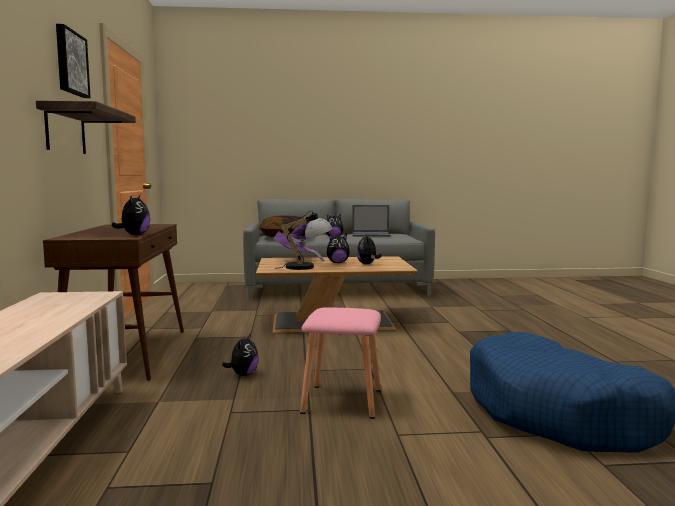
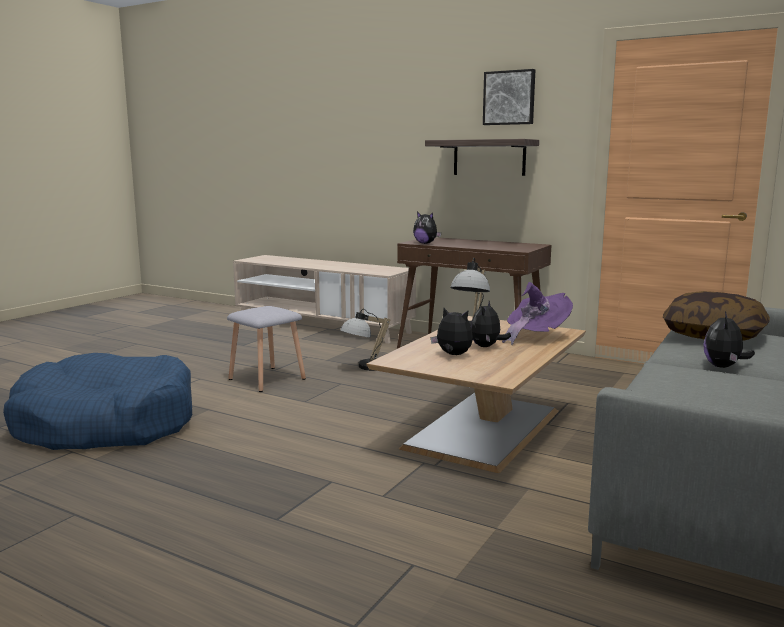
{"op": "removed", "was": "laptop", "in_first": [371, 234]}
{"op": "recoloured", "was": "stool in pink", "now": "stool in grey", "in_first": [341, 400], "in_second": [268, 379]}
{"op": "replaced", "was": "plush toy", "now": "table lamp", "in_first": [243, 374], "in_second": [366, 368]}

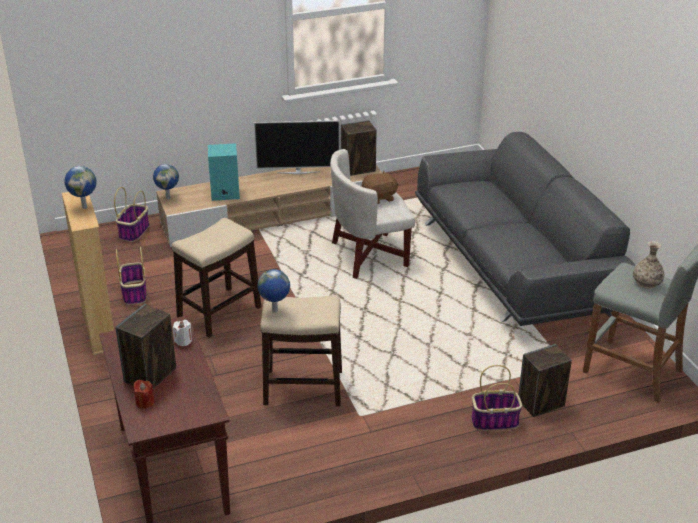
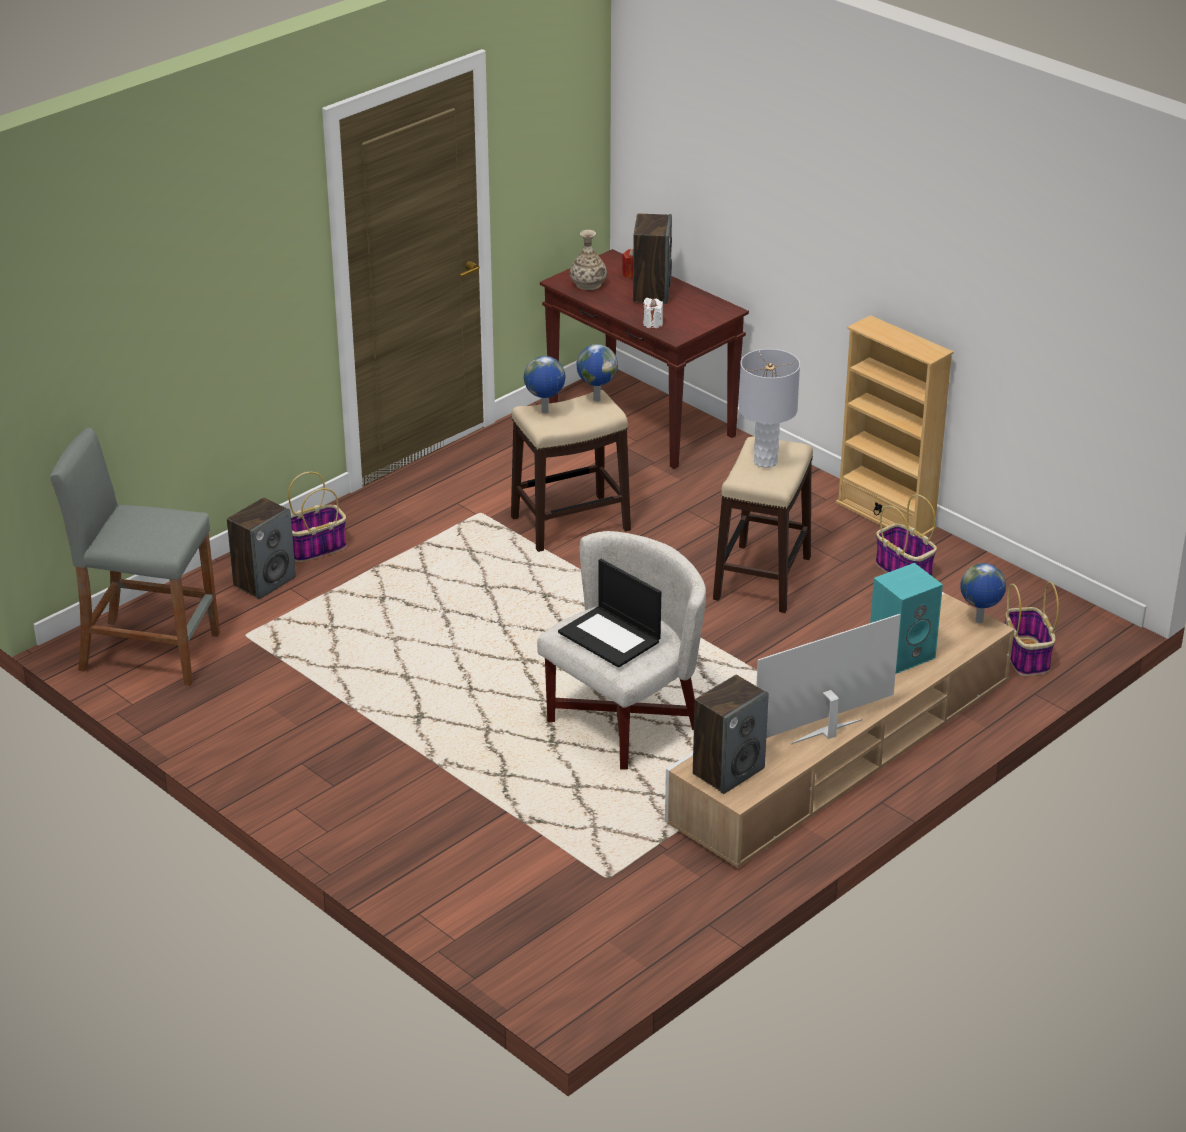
{"op": "removed", "was": "sofa in grey", "in_first": [513, 266]}
{"op": "moved", "was": "globe", "in_first": [84, 207], "in_second": [545, 412]}
{"op": "replaced", "was": "plush toy in brown", "now": "laptop", "in_first": [379, 198], "in_second": [611, 637]}
{"op": "moved", "was": "vase", "in_first": [646, 282], "in_second": [588, 284]}
{"op": "added", "now": "table lamp in grey", "in_second": [766, 461]}

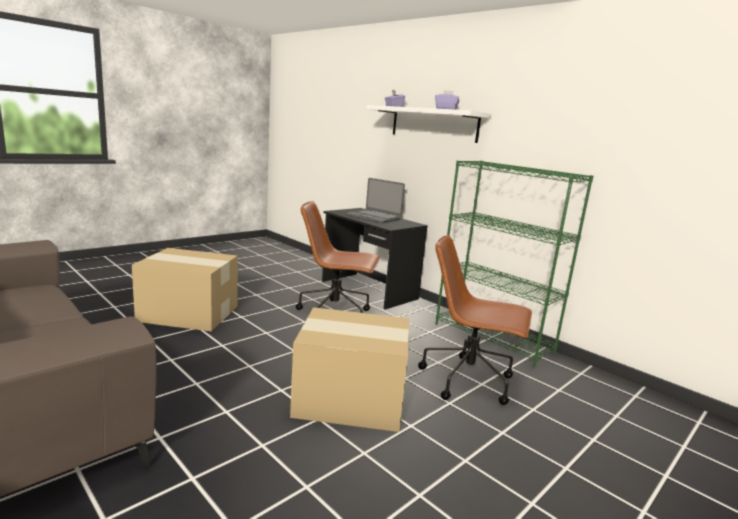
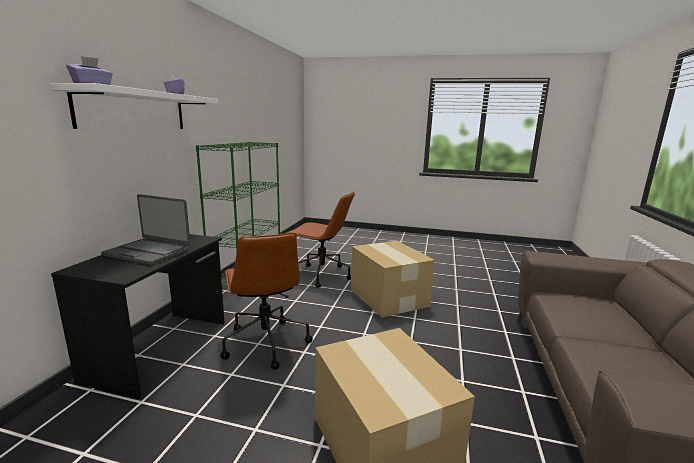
{"op": "turned", "was": "laptop", "in_first": [374, 217], "in_second": [148, 252], "clockwise": 105}
{"op": "turned", "was": "office chair in brown", "in_first": [469, 380], "in_second": [321, 275], "clockwise": -60}

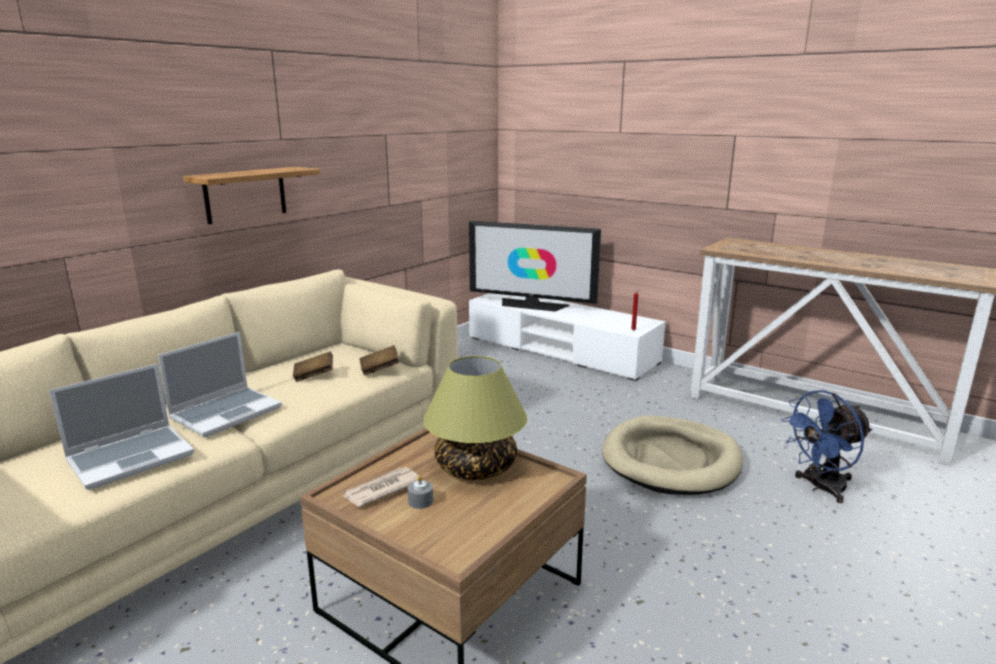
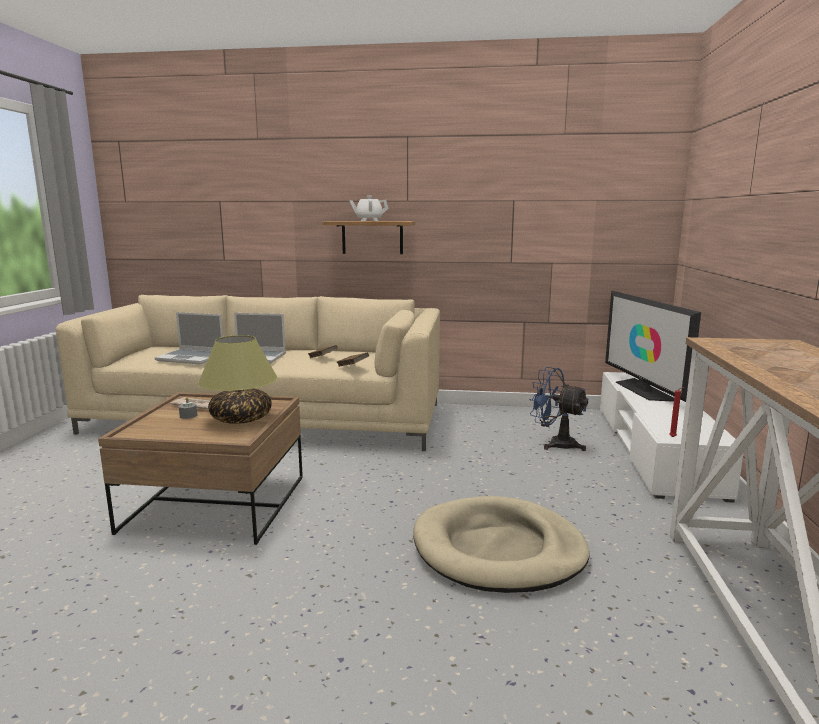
{"op": "moved", "was": "fan in blue", "in_first": [820, 488], "in_second": [555, 443]}
{"op": "added", "now": "teapot in white", "in_second": [369, 220]}

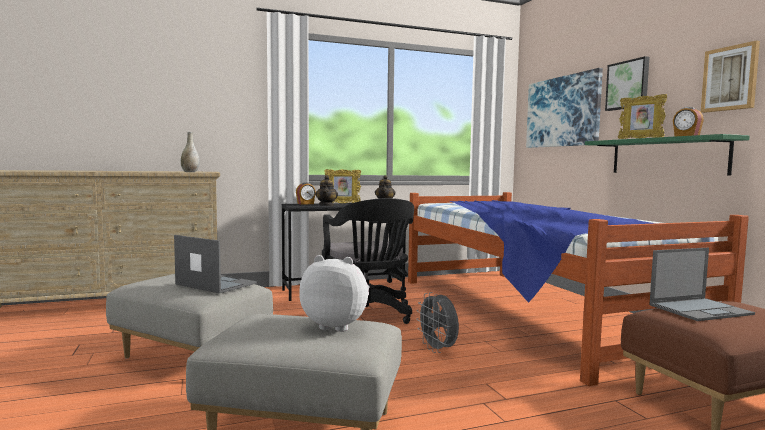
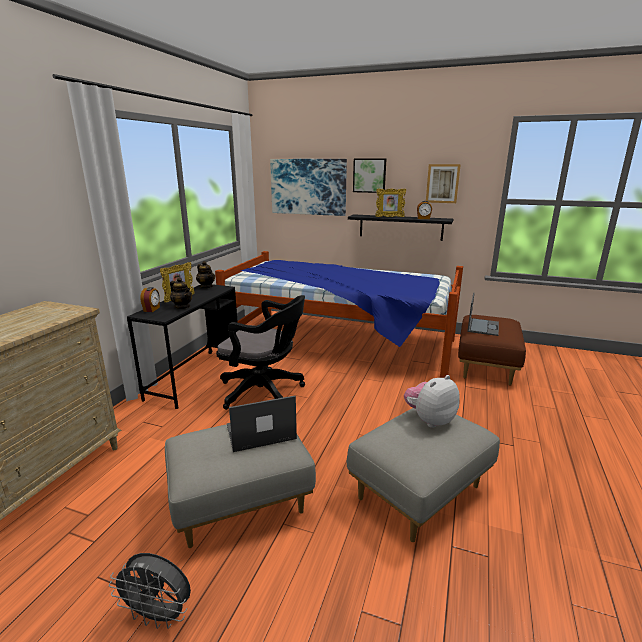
{"op": "removed", "was": "vase in grey", "in_first": [190, 172]}
{"op": "recoloured", "was": "shelf in green", "now": "shelf in black", "in_first": [666, 156], "in_second": [400, 227]}
{"op": "moved", "was": "fan in grey", "in_first": [438, 350], "in_second": [159, 615]}

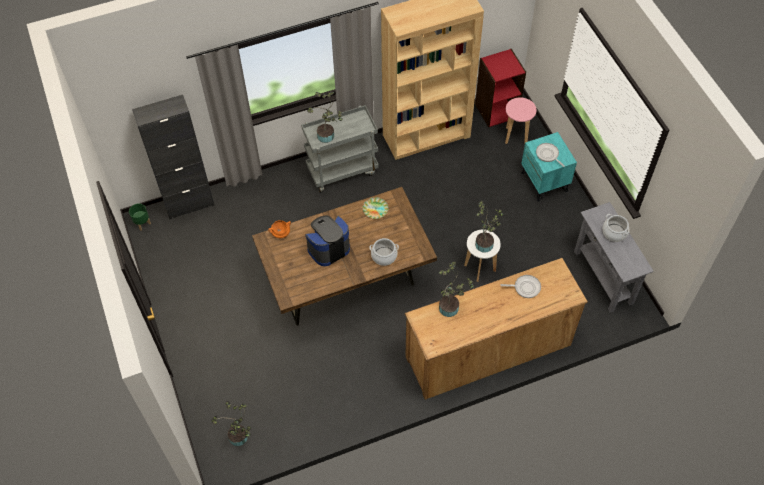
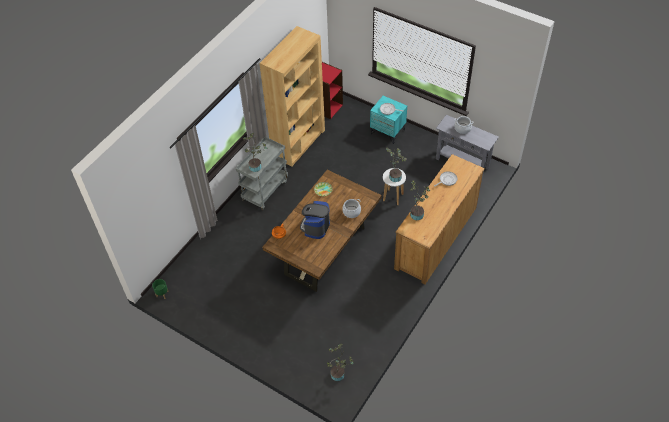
{"op": "removed", "was": "cabinet in black", "in_first": [189, 204]}
{"op": "removed", "was": "stool in pink", "in_first": [516, 136]}

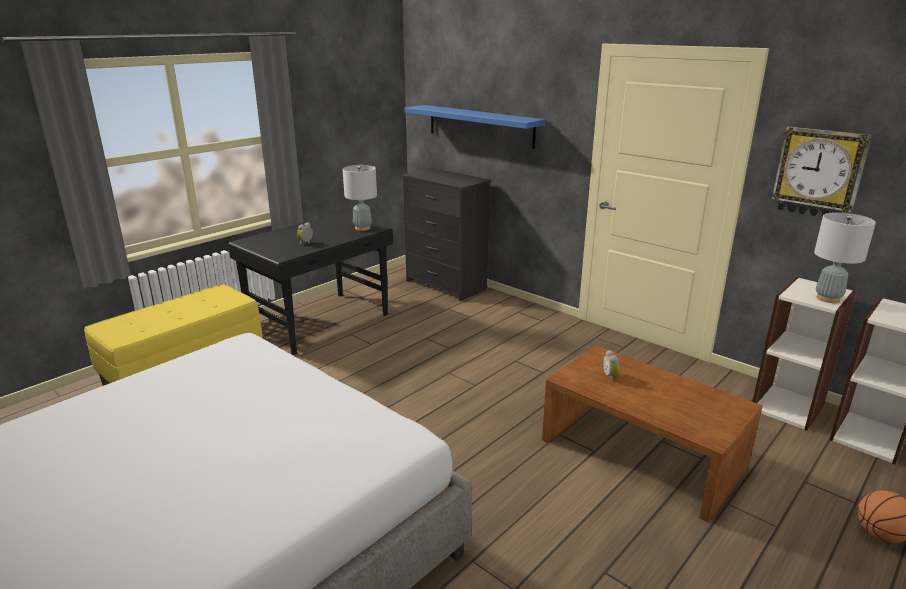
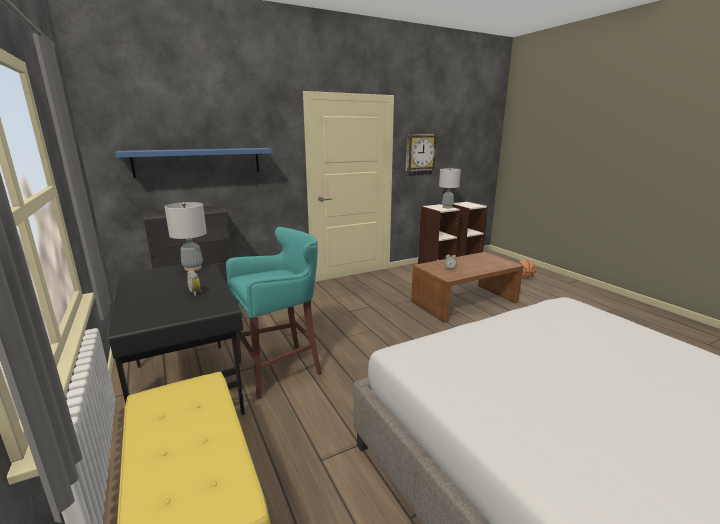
{"op": "added", "now": "stool in turquoise", "in_second": [281, 368]}

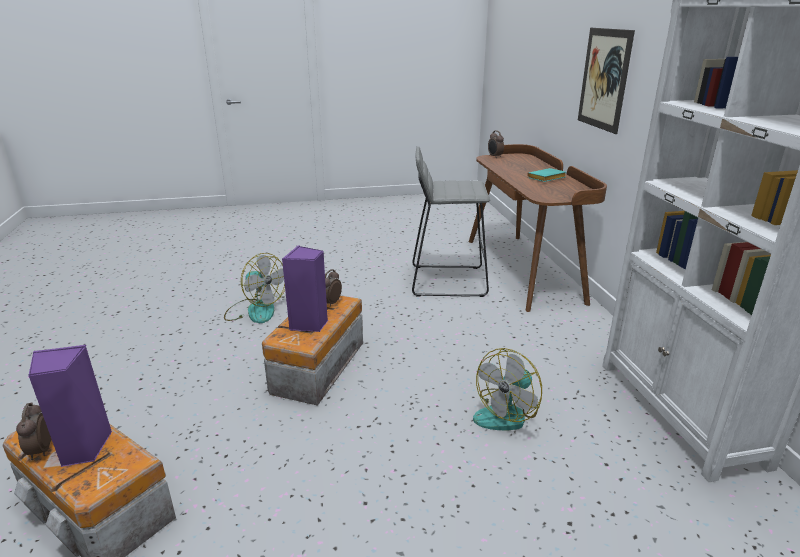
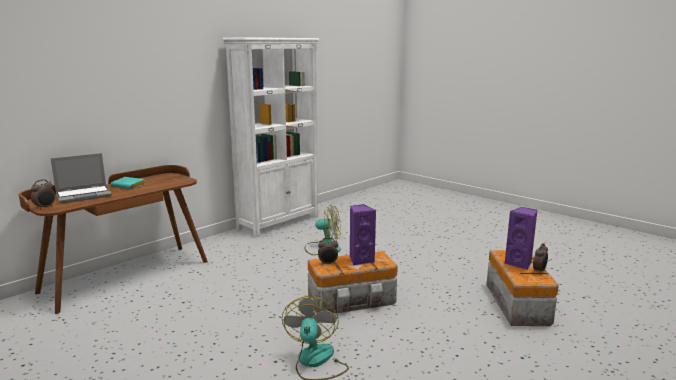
{"op": "removed", "was": "picture", "in_first": [604, 79]}
{"op": "removed", "was": "stool in grey", "in_first": [447, 280]}
{"op": "added", "now": "laptop", "in_second": [84, 195]}

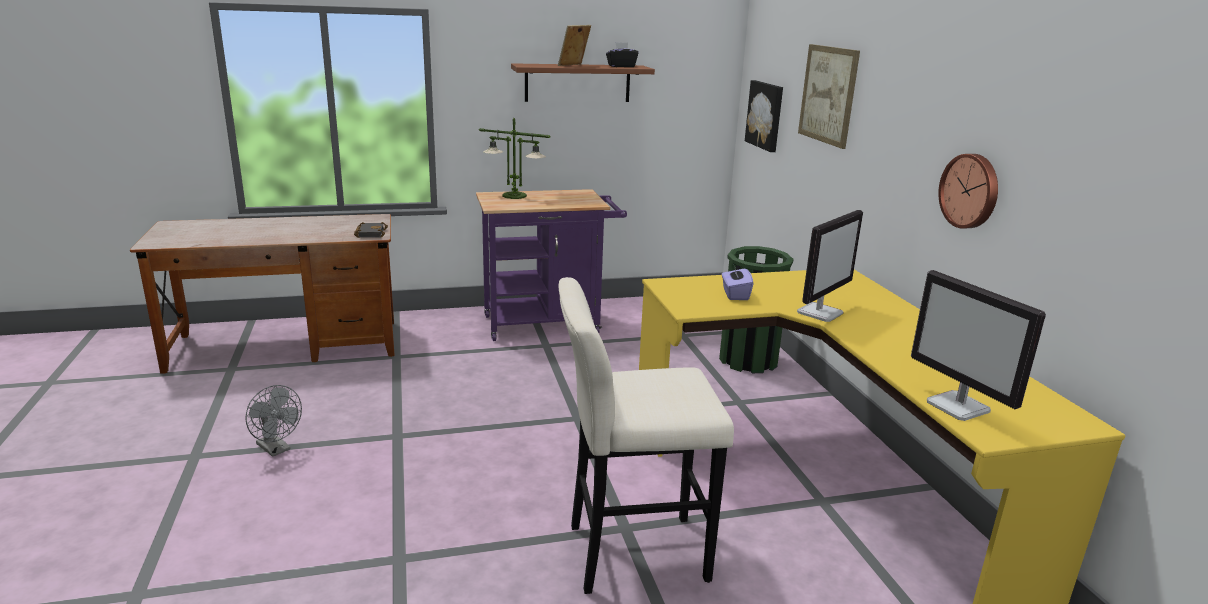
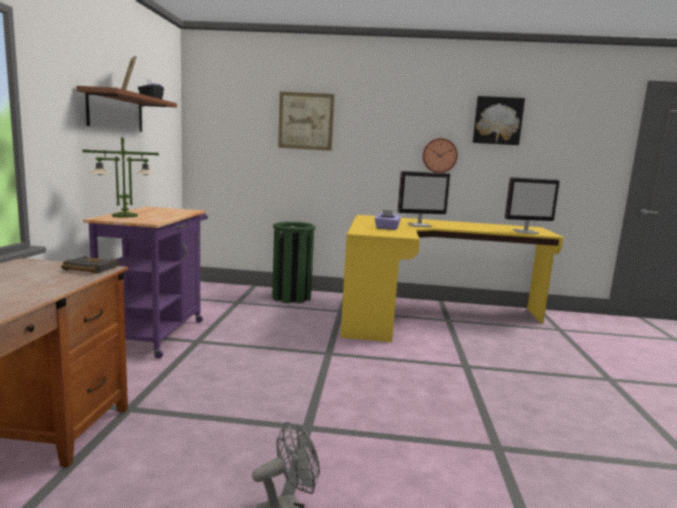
{"op": "moved", "was": "picture", "in_first": [766, 115], "in_second": [497, 121]}
{"op": "turned", "was": "monitor", "in_first": [820, 313], "in_second": [419, 225], "clockwise": 105}
{"op": "removed", "was": "stool in beige", "in_first": [629, 553]}

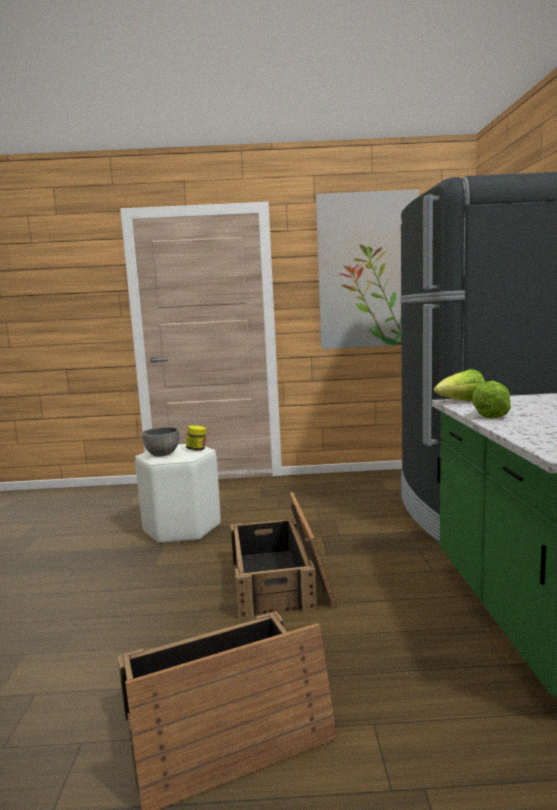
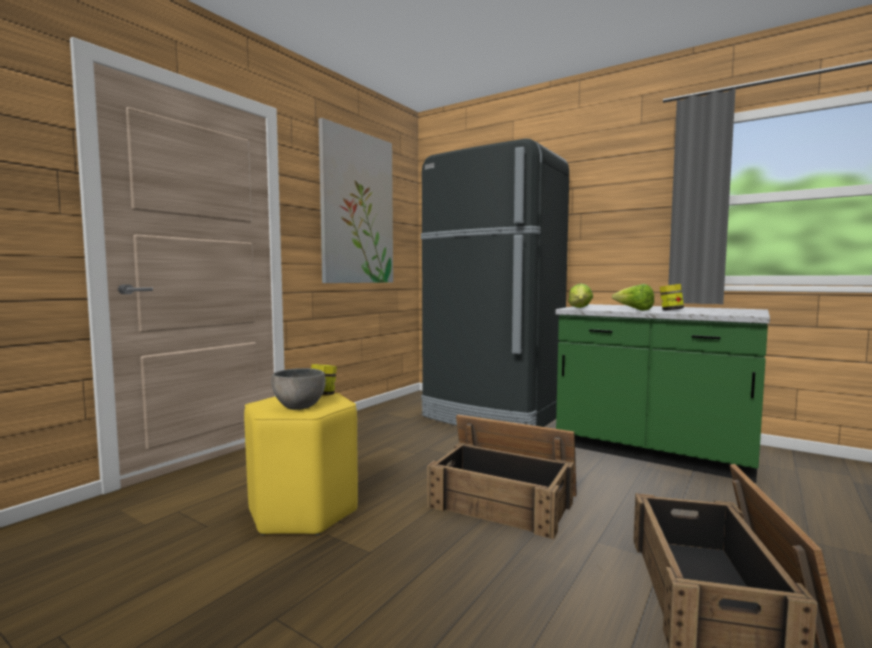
{"op": "recoloured", "was": "stool in white", "now": "stool in yellow", "in_first": [181, 528], "in_second": [303, 512]}
{"op": "added", "now": "jar", "in_second": [670, 310]}

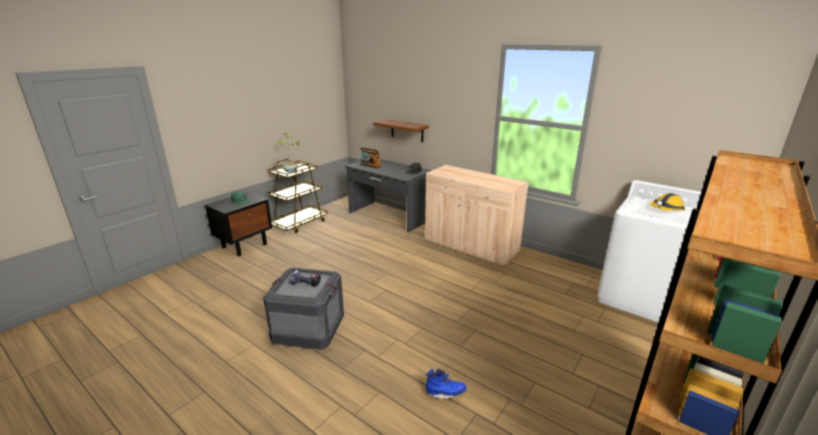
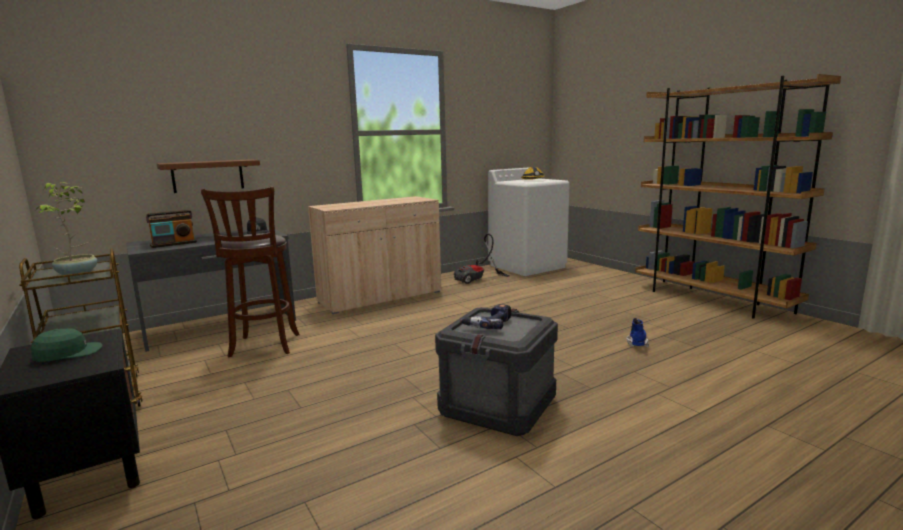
{"op": "added", "now": "stool in brown", "in_second": [264, 347]}
{"op": "added", "now": "vacuum cleaner", "in_second": [478, 280]}

